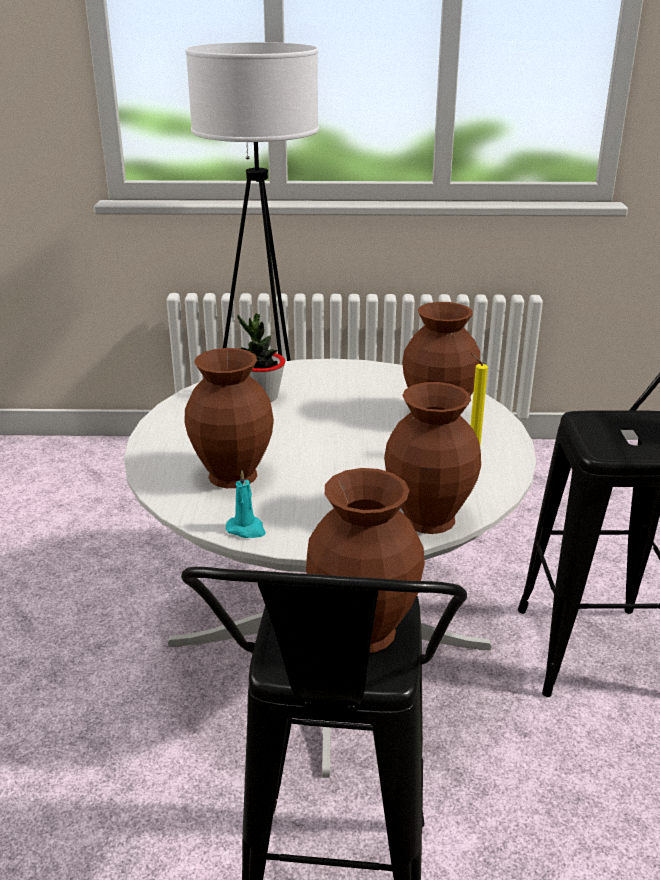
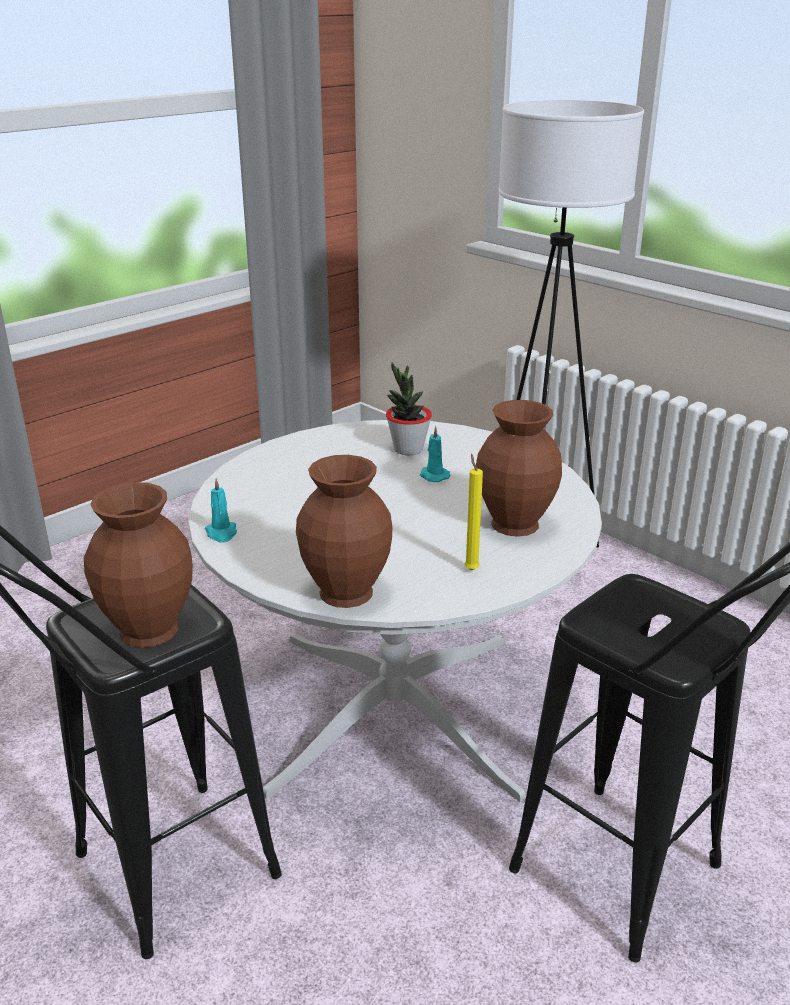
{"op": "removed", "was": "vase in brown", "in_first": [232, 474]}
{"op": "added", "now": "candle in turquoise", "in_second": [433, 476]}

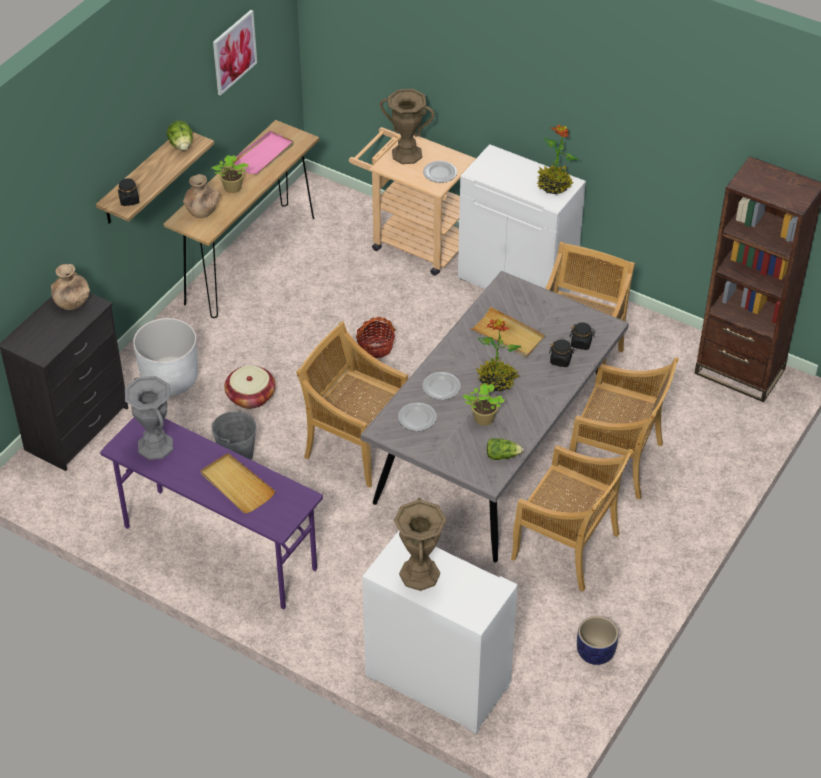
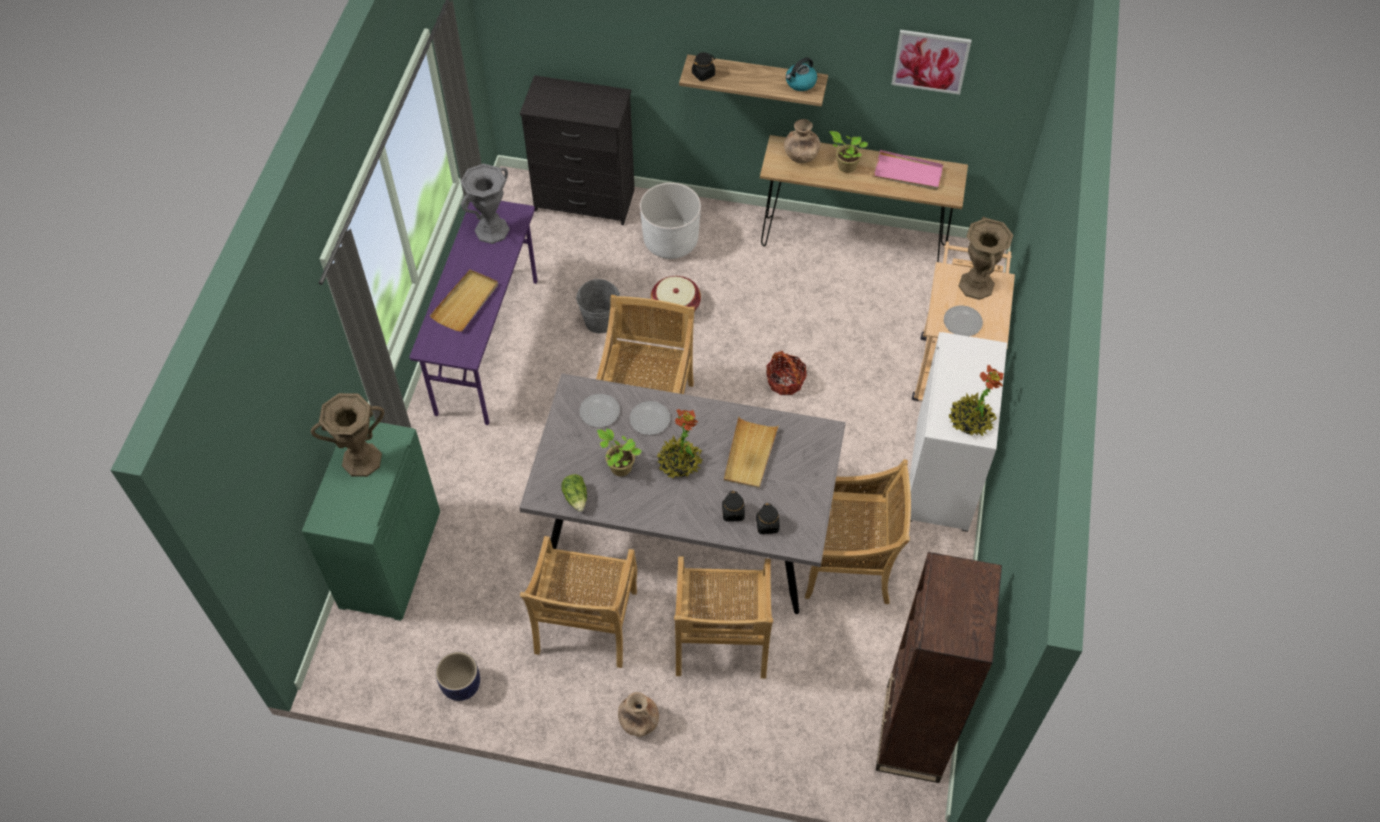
{"op": "replaced", "was": "lettuce", "now": "kettle", "in_first": [181, 145], "in_second": [800, 83]}
{"op": "moved", "was": "vase in brown", "in_first": [72, 303], "in_second": [638, 721]}
{"op": "recoloured", "was": "cabinet in white", "now": "cabinet in green", "in_first": [436, 681], "in_second": [389, 558]}

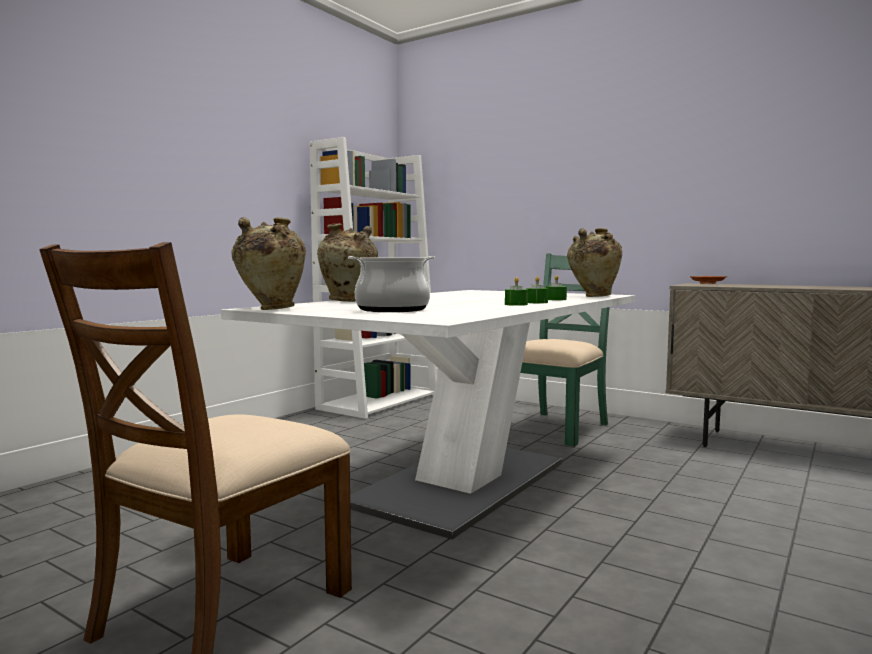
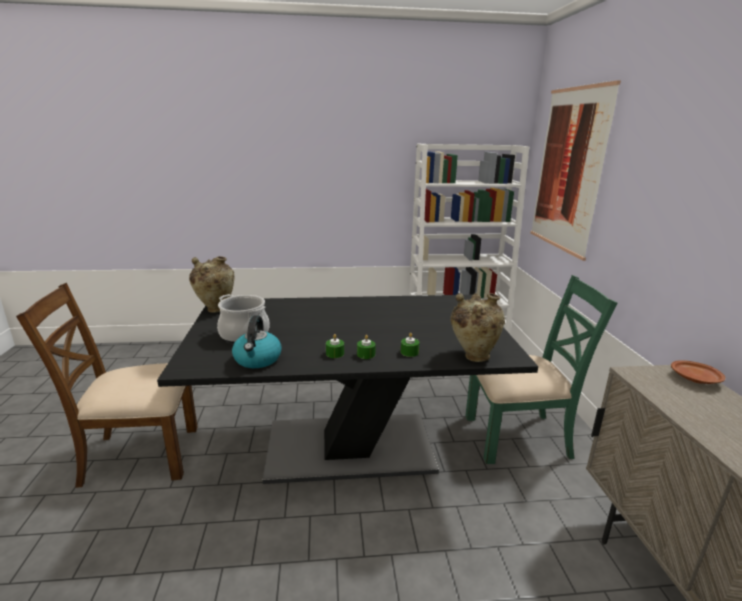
{"op": "removed", "was": "vase in beige", "in_first": [348, 301]}
{"op": "recoloured", "was": "dining table in white", "now": "dining table in black", "in_first": [461, 483], "in_second": [349, 447]}
{"op": "added", "now": "picture", "in_second": [568, 170]}
{"op": "added", "now": "kettle", "in_second": [257, 359]}

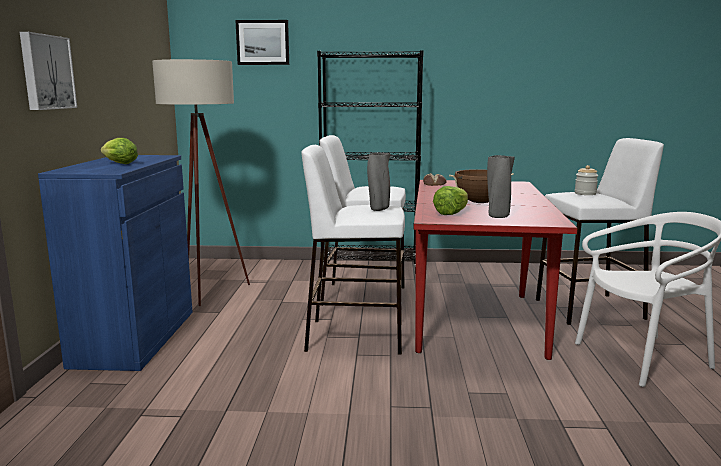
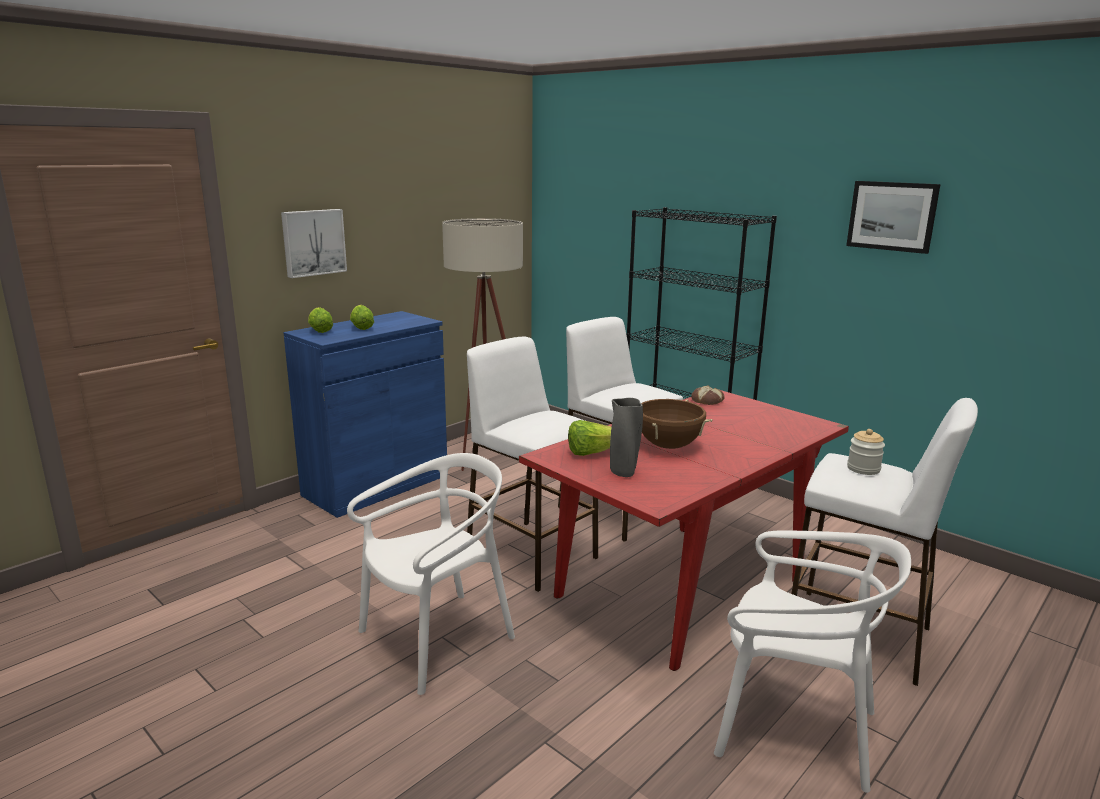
{"op": "moved", "was": "picture", "in_first": [263, 42], "in_second": [892, 216]}
{"op": "removed", "was": "vase in grey", "in_first": [378, 209]}
{"op": "added", "now": "lettuce", "in_second": [320, 330]}
{"op": "added", "now": "chair in white", "in_second": [437, 639]}

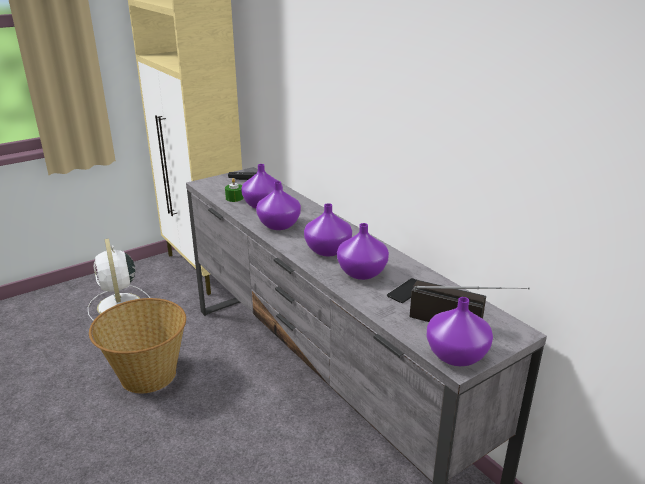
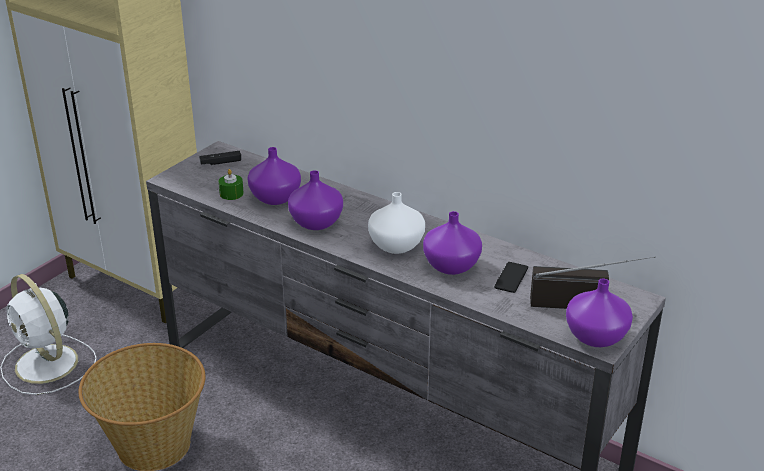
{"op": "recoloured", "was": "vase in purple", "now": "vase in white", "in_first": [327, 250], "in_second": [395, 245]}

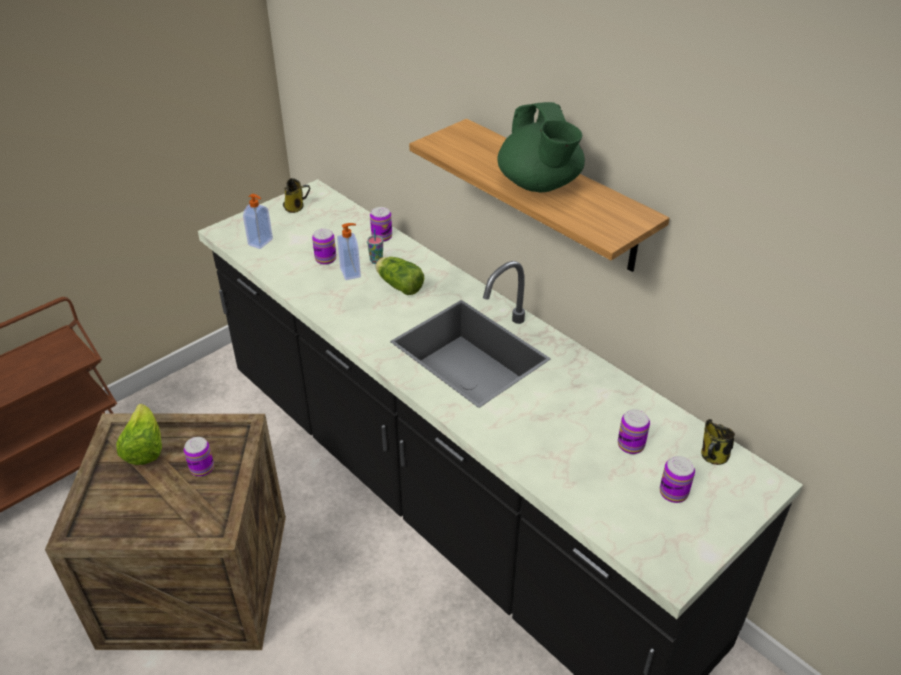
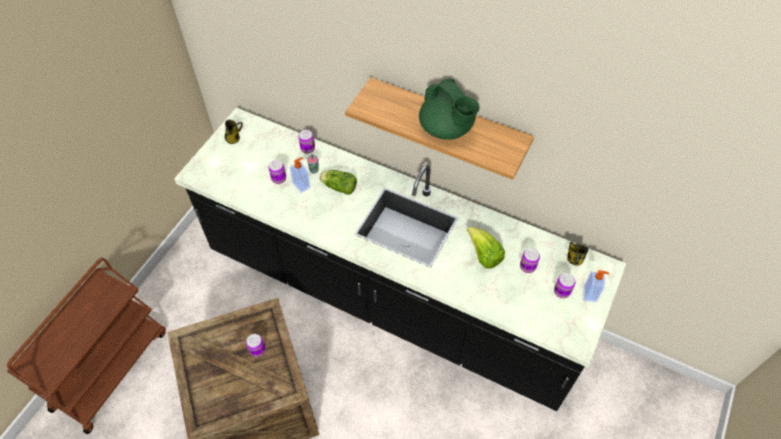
{"op": "moved", "was": "soap dispenser", "in_first": [261, 242], "in_second": [590, 294]}
{"op": "moved", "was": "lettuce", "in_first": [144, 448], "in_second": [484, 255]}

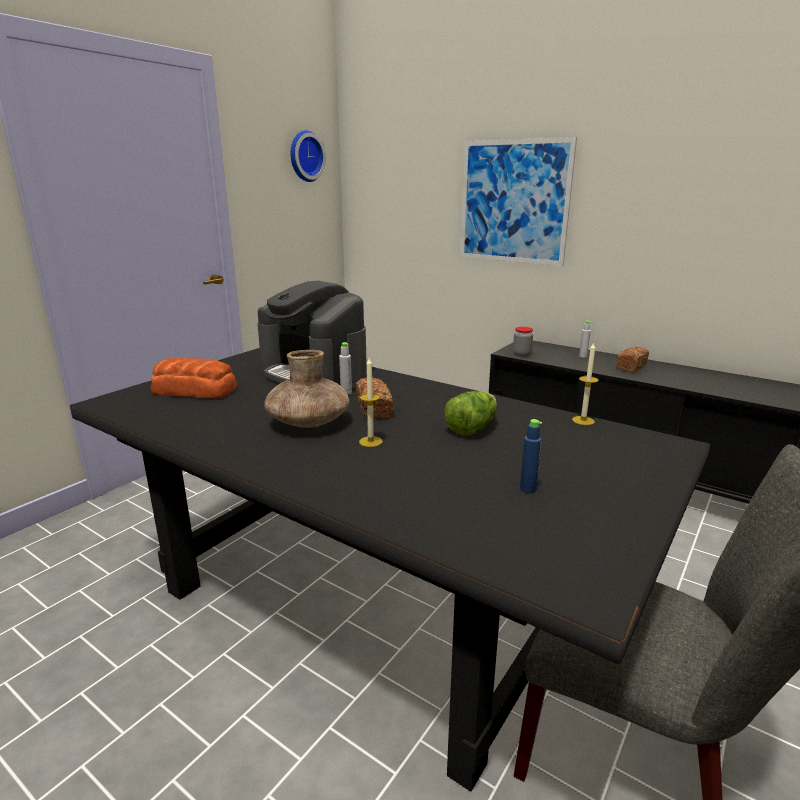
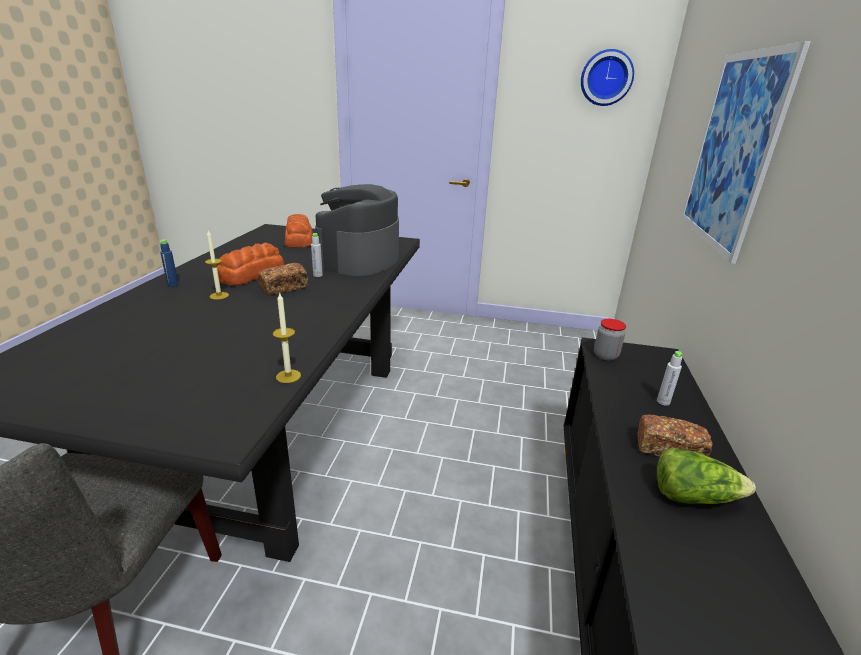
{"op": "replaced", "was": "vase in brown", "now": "bread", "in_first": [308, 423], "in_second": [251, 274]}
{"op": "moved", "was": "lettuce", "in_first": [471, 427], "in_second": [693, 496]}
{"op": "moved", "was": "bottle in blue", "in_first": [528, 489], "in_second": [173, 285]}

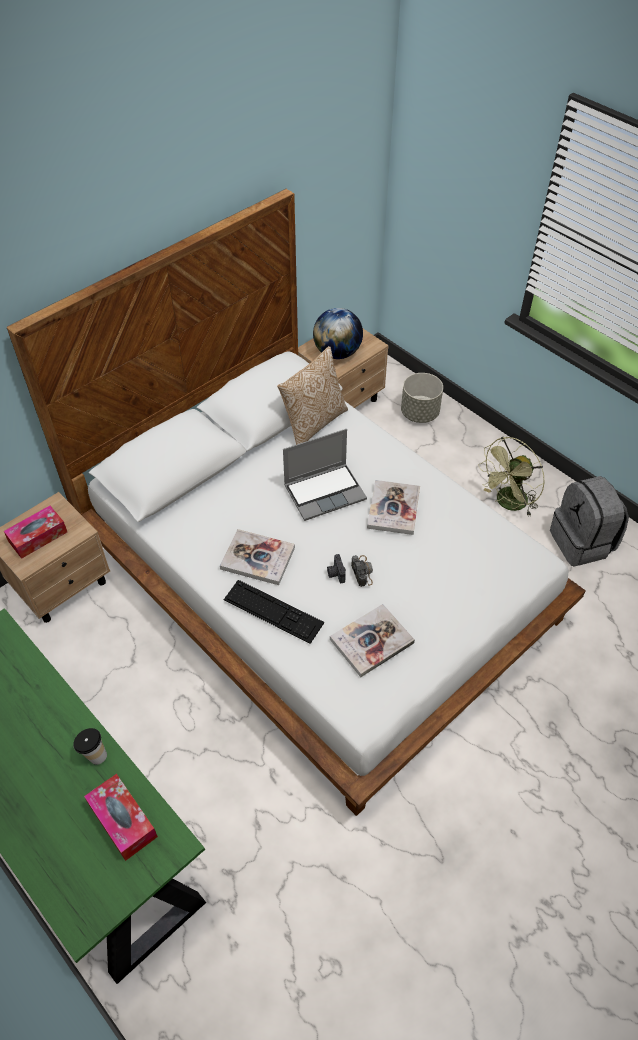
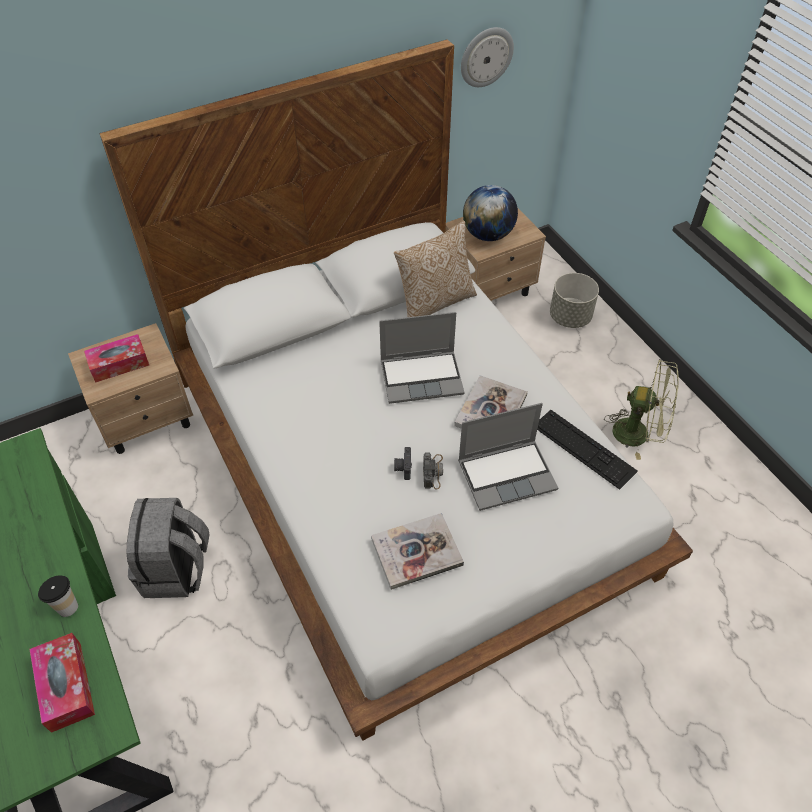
{"op": "turned", "was": "fan in green", "in_first": [508, 504], "in_second": [639, 433], "clockwise": -135}
{"op": "moved", "was": "backpack in grey", "in_first": [582, 543], "in_second": [177, 570]}
{"op": "removed", "was": "book", "in_first": [257, 558]}
{"op": "moved", "was": "keyboard", "in_first": [273, 611], "in_second": [583, 448]}
{"op": "added", "now": "wall clock", "in_second": [486, 56]}
{"op": "added", "now": "laptop", "in_second": [507, 474]}

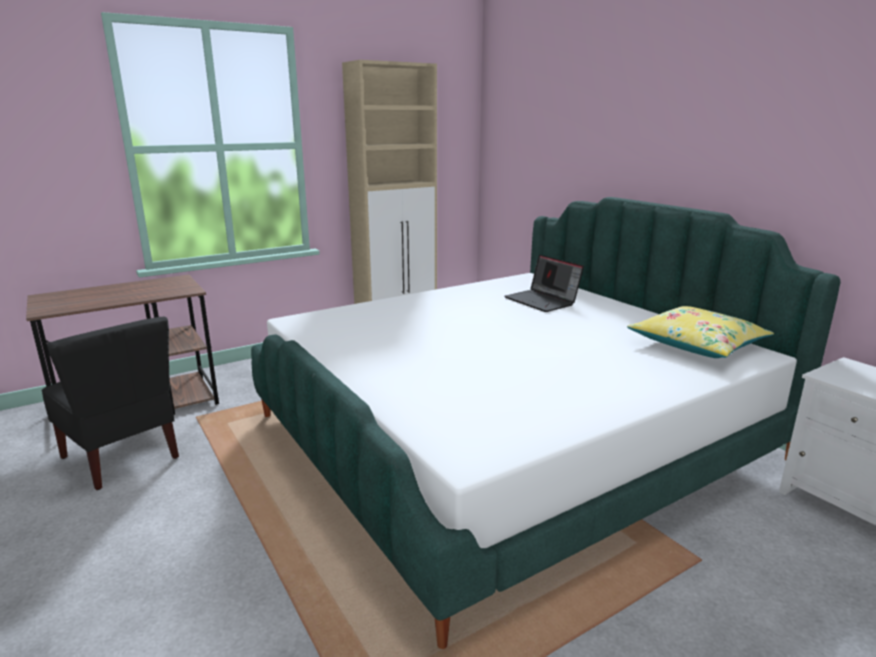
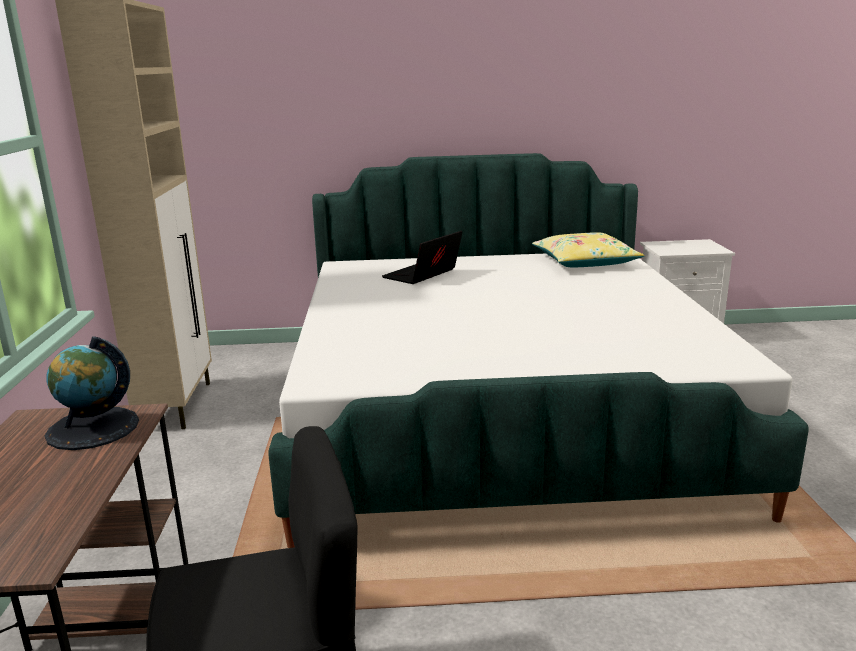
{"op": "turned", "was": "laptop", "in_first": [543, 301], "in_second": [422, 275], "clockwise": 135}
{"op": "added", "now": "globe", "in_second": [93, 428]}

